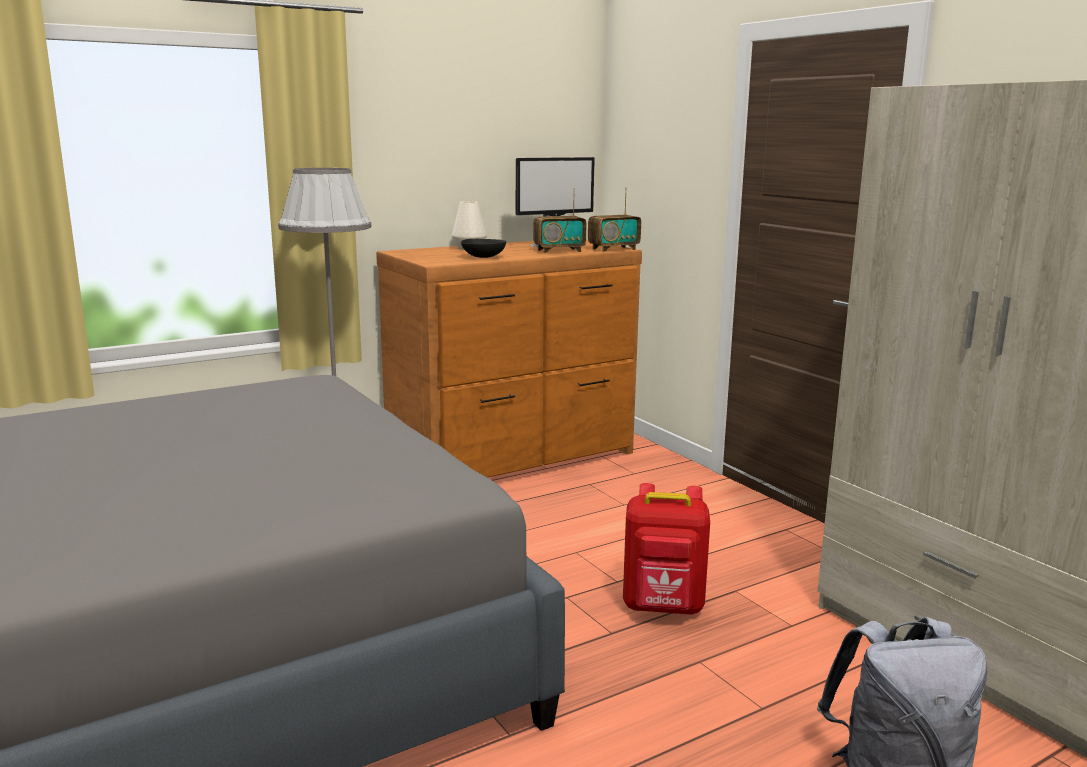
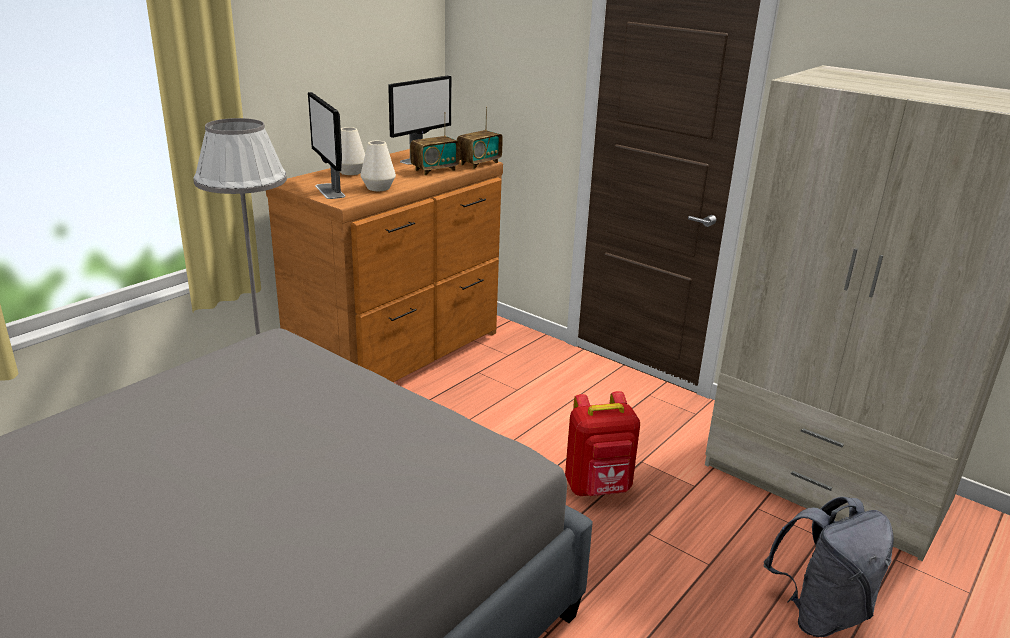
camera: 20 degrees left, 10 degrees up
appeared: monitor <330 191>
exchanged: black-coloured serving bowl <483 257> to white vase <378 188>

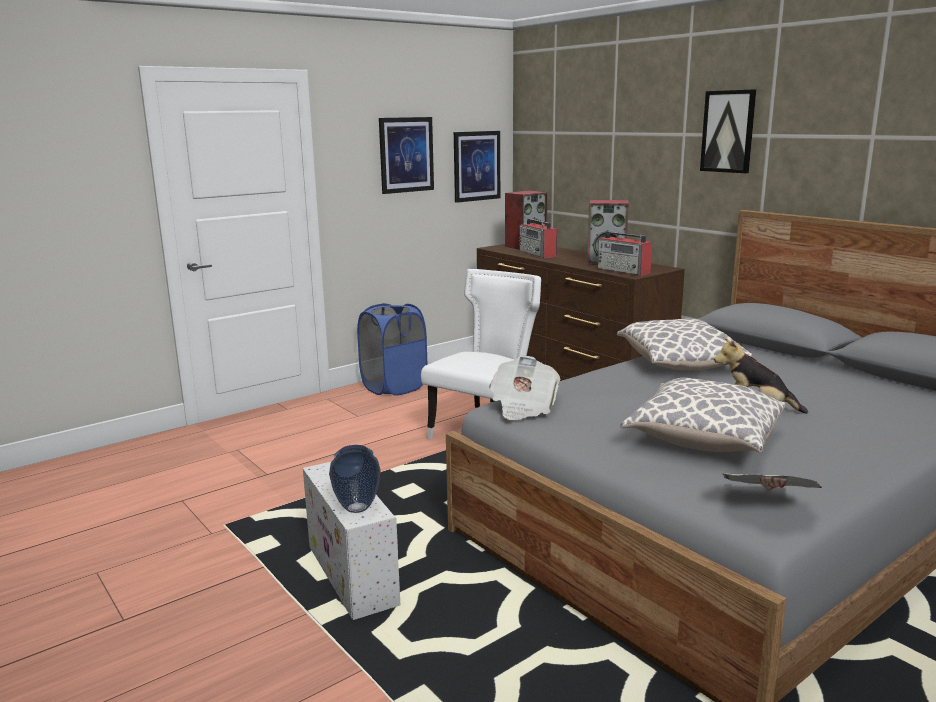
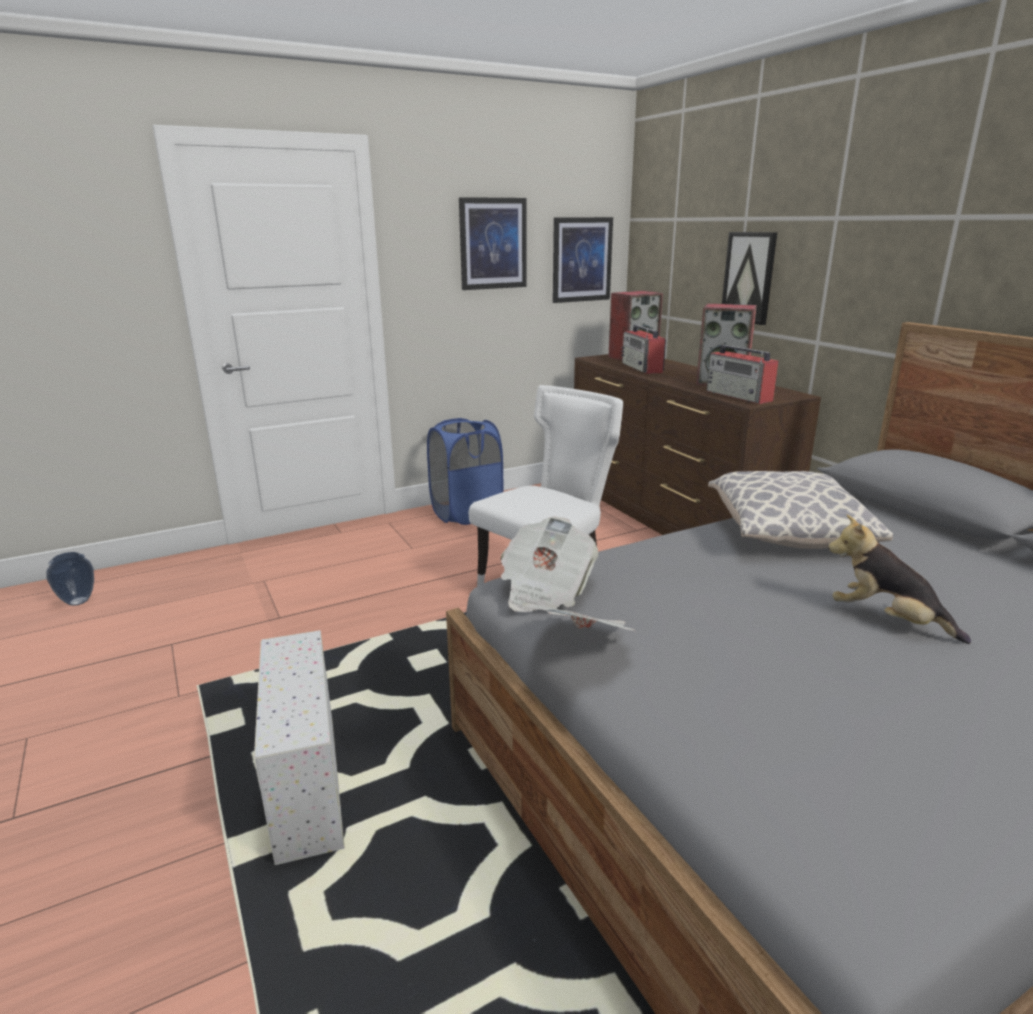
camera: 10 degrees right, 5 degrees up
missing: cushion <703 440>
relocated: wall art <728 131> to <749 277>; vase <358 508> to <79 601>; daily paper <767 504> to <583 644>

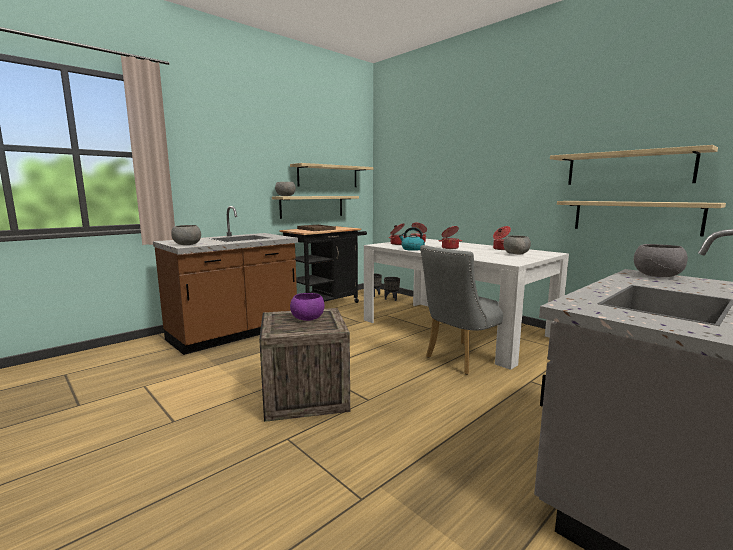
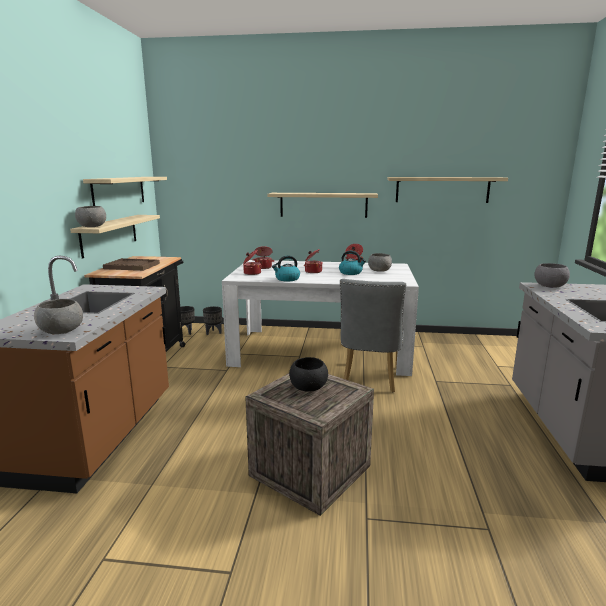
camera: 40 degrees left, 5 degrees up
appeared: kettle <351 273>
relocated: shelf <635 217> to <323 205>
colour: purple serving bowl <307 319> to black-coloured serving bowl <308 388>

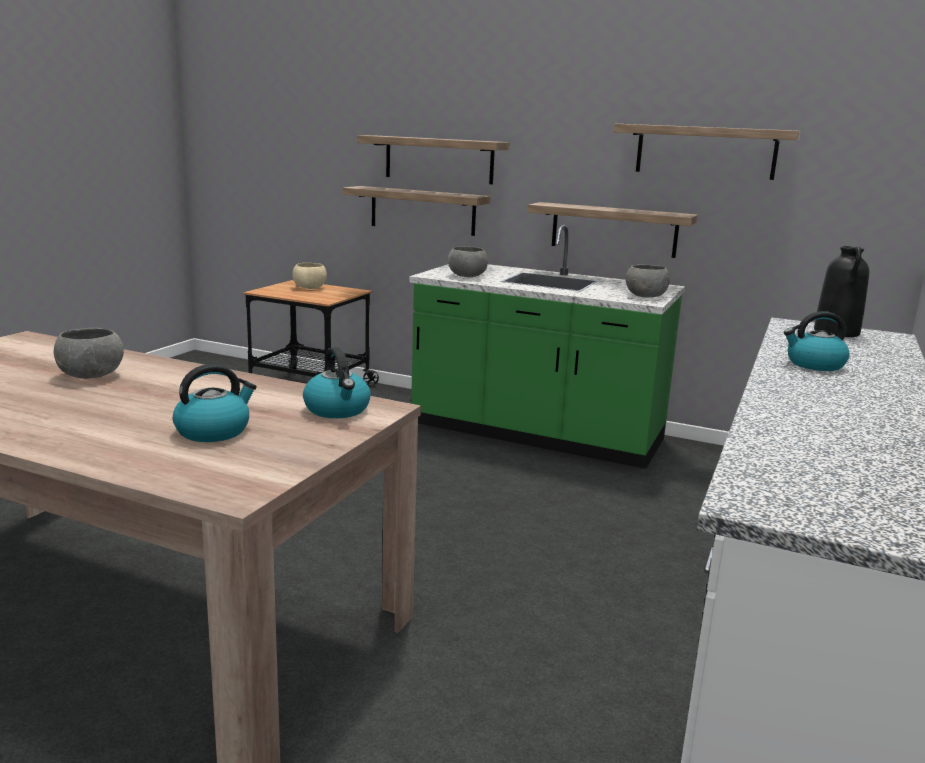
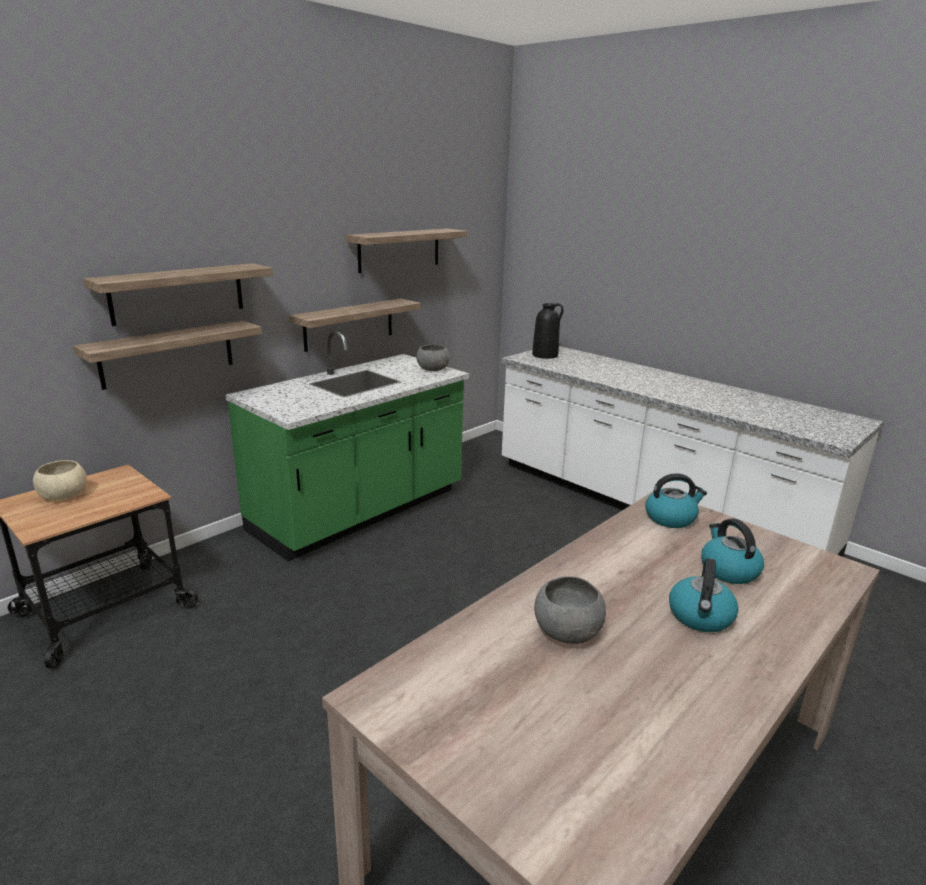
camera: 70 degrees left, 5 degrees up
missing: grey serving bowl <467 276>
relocated: kettle <814 364> to <700 617>

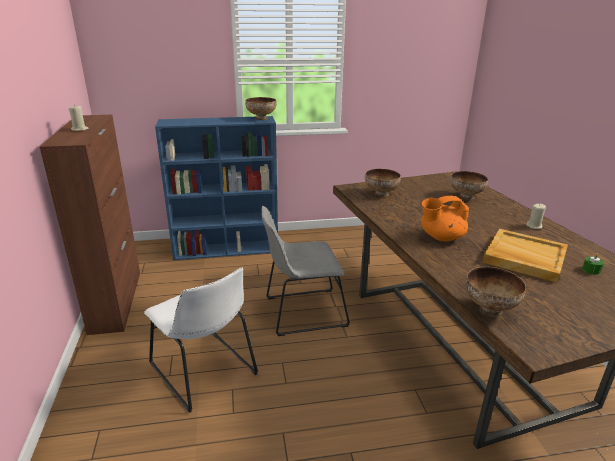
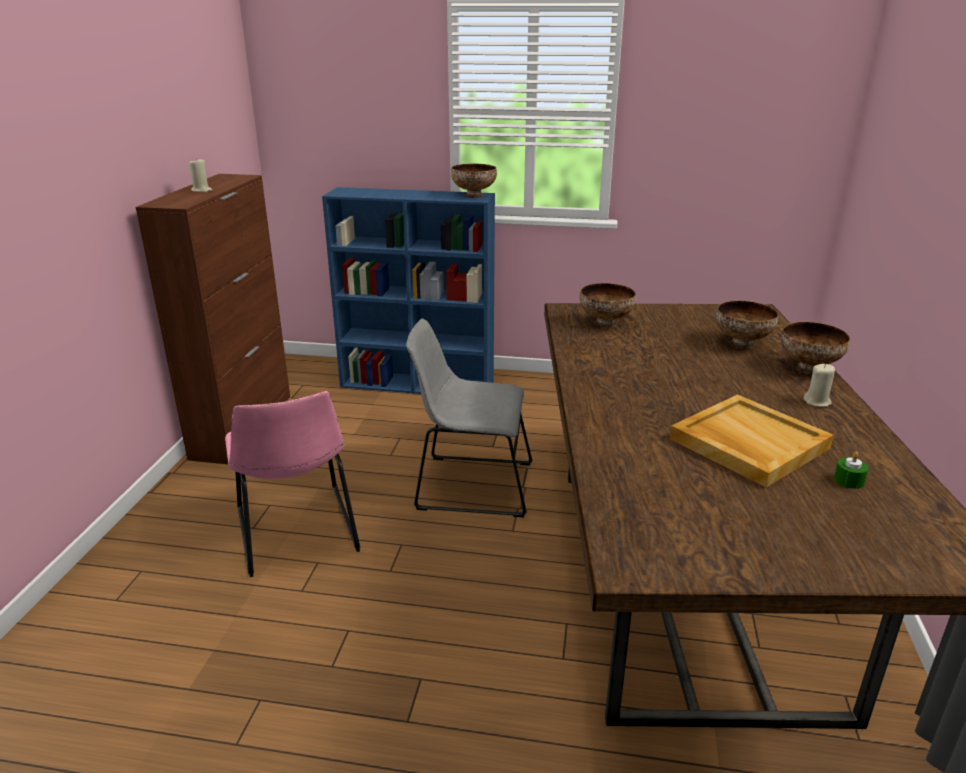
camera: 20 degrees right, 0 degrees up
missing: orange teapot <441 237>
relocated: serving bowl <489 309> to <808 368>
colour: white upright chair <205 372> to pinkish upright chair <297 534>

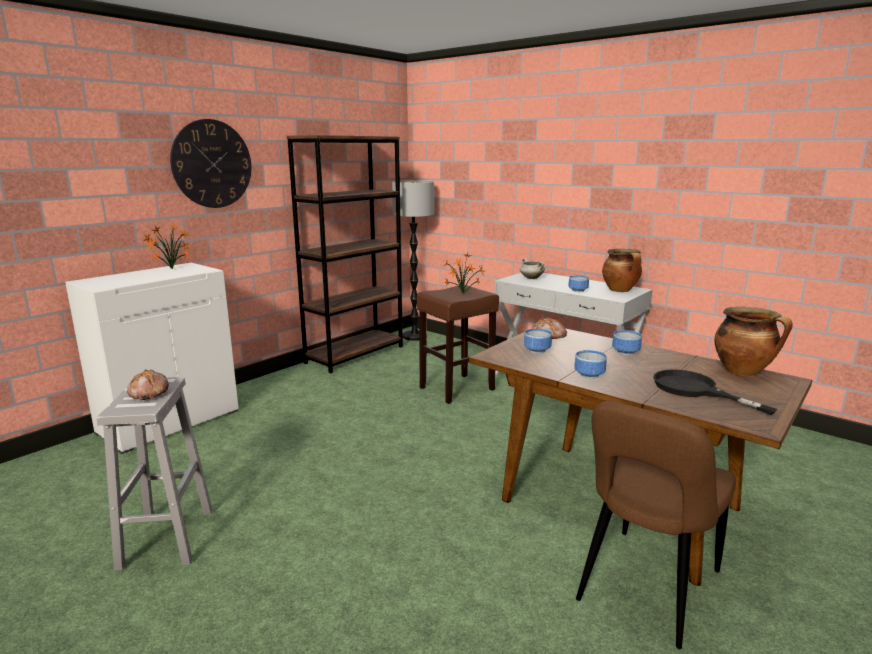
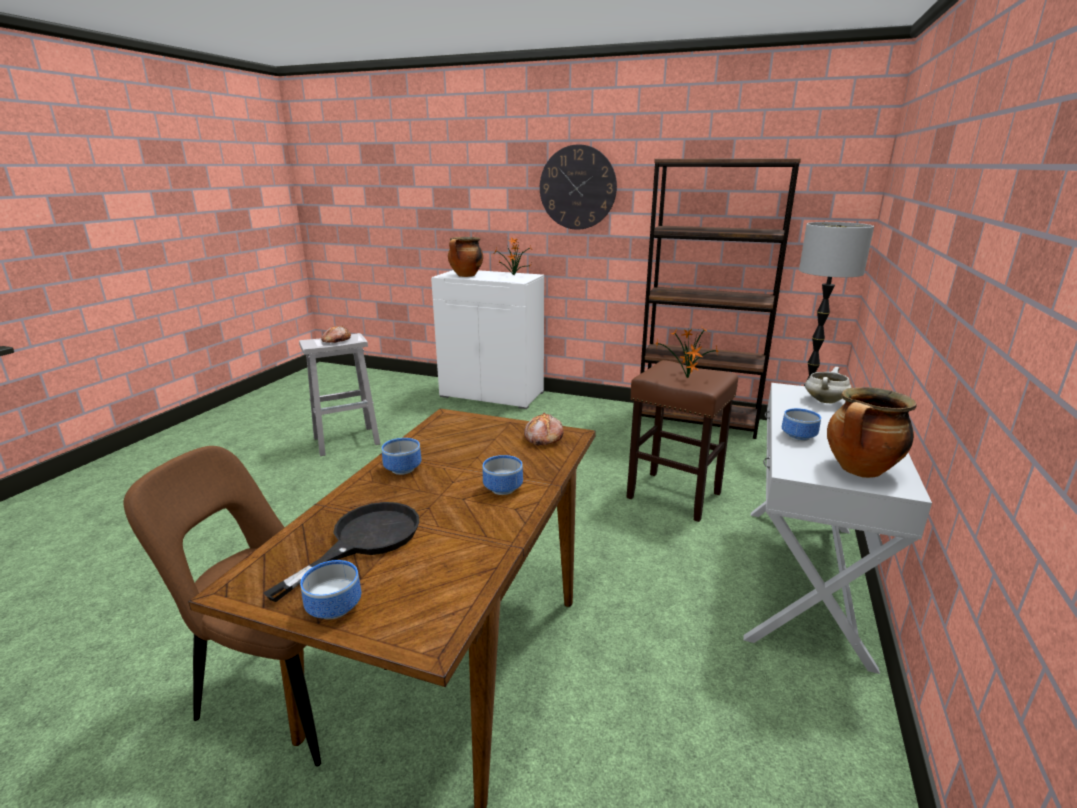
camera: 70 degrees right, 5 degrees up
relocated: stockpot <744 371> to <466 276>; serving bowl <536 351> to <332 607>

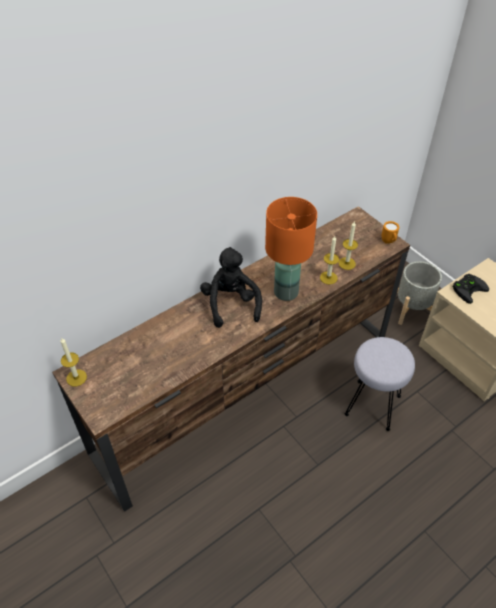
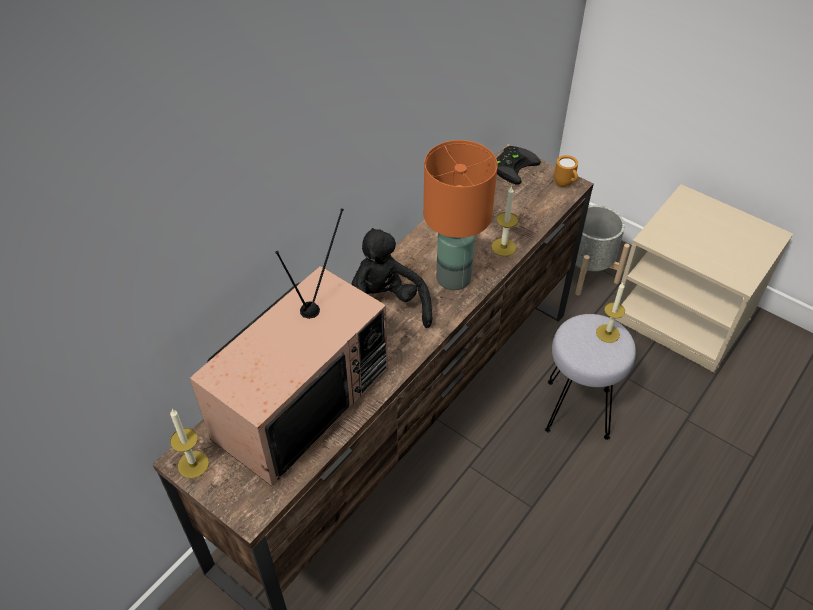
camera: 15 degrees left, 0 degrees up
appeared: TV set <300 399>
relocated: candle <347 263> to <607 333>; black-coloured gamepad <468 288> to <513 165>

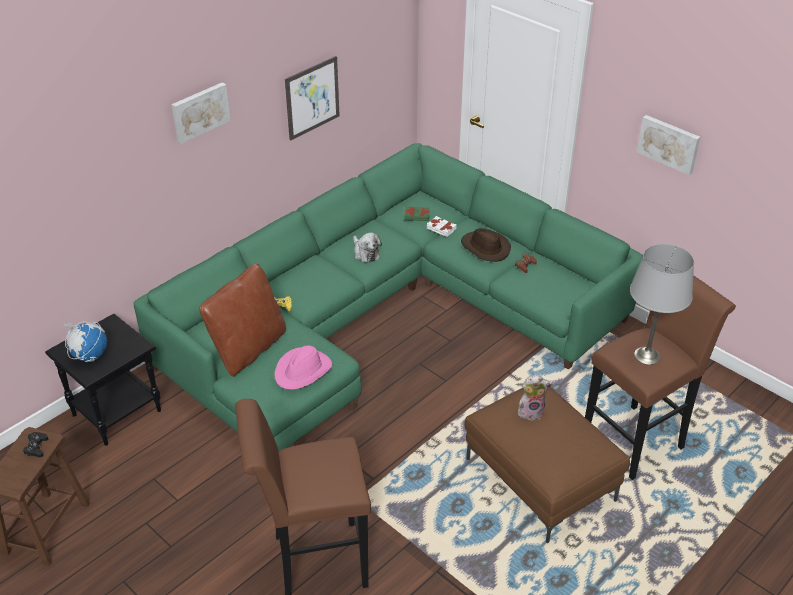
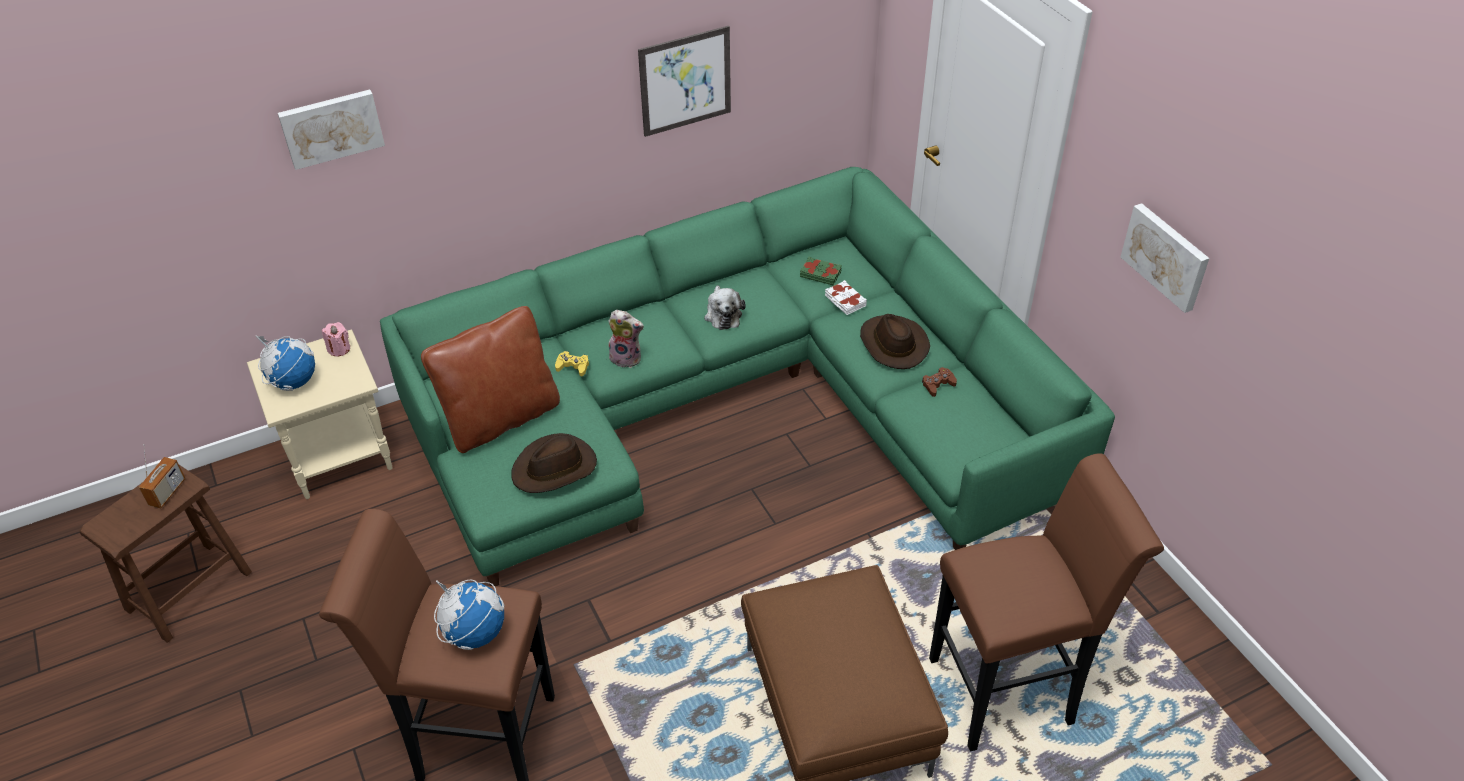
camera: 20 degrees right, 5 degrees up
missing: grey tabletop lamp <647 355>
appeared: pinkish candle <339 349>; world globe <474 633>
relocated: wall art <199 111> to <331 127>; plush toy <531 411> to <627 358>
exchanged: black-coloured gamepad <36 447> to radio <167 492>
colour: black-coloured side table <117 412> to sand-coloured side table <340 456>; pinkish hat <303 371> to brownish hat <555 468>

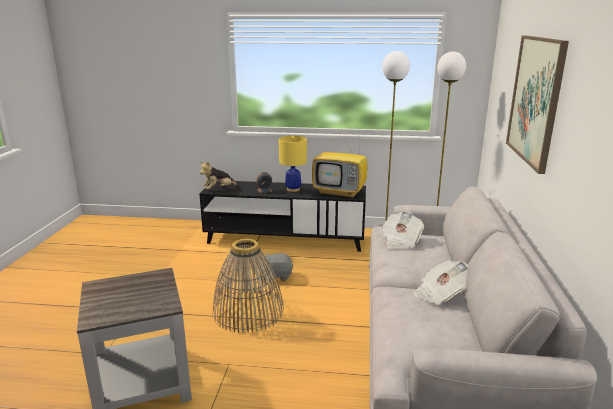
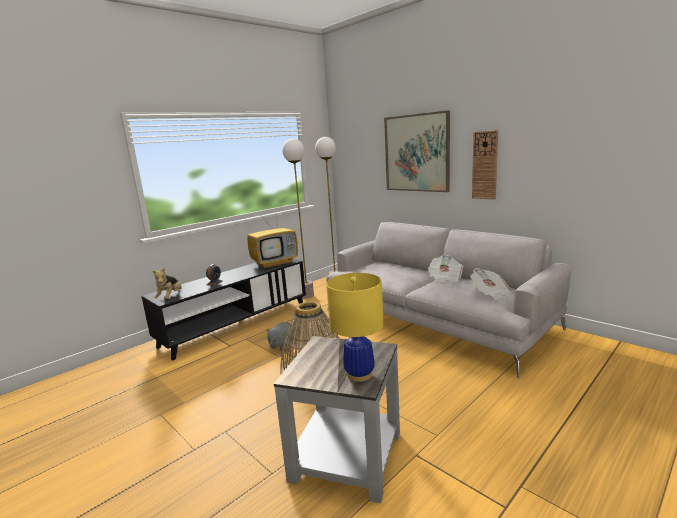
camera: 50 degrees left, 5 degrees down
appeared: wall clock <485 165>
relocated: yellow tabletop lamp <293 189> to <359 374>; daily paper <400 241> to <491 295>

